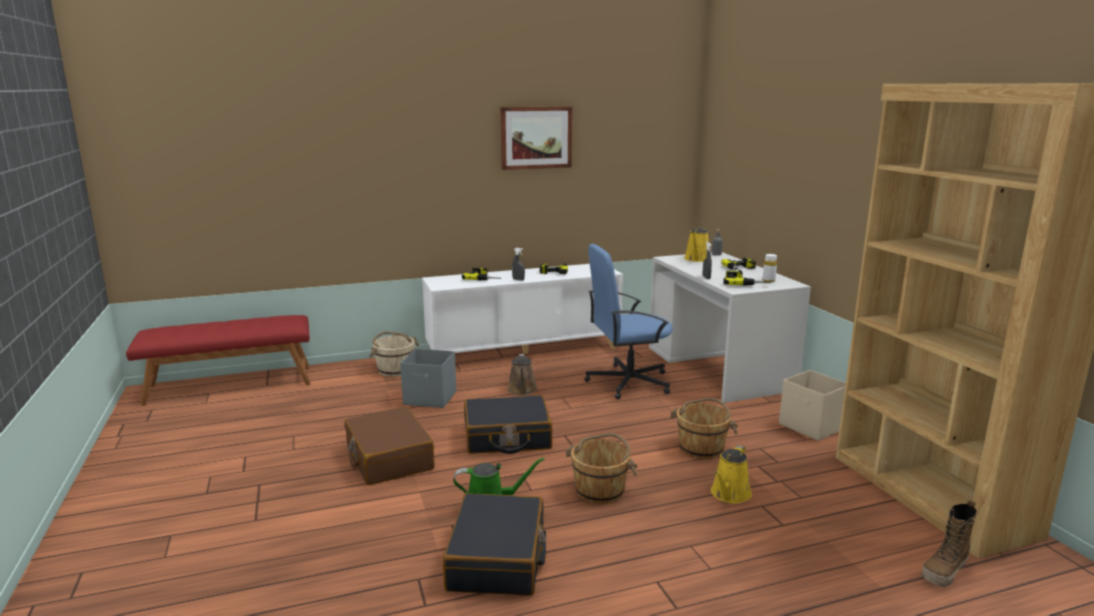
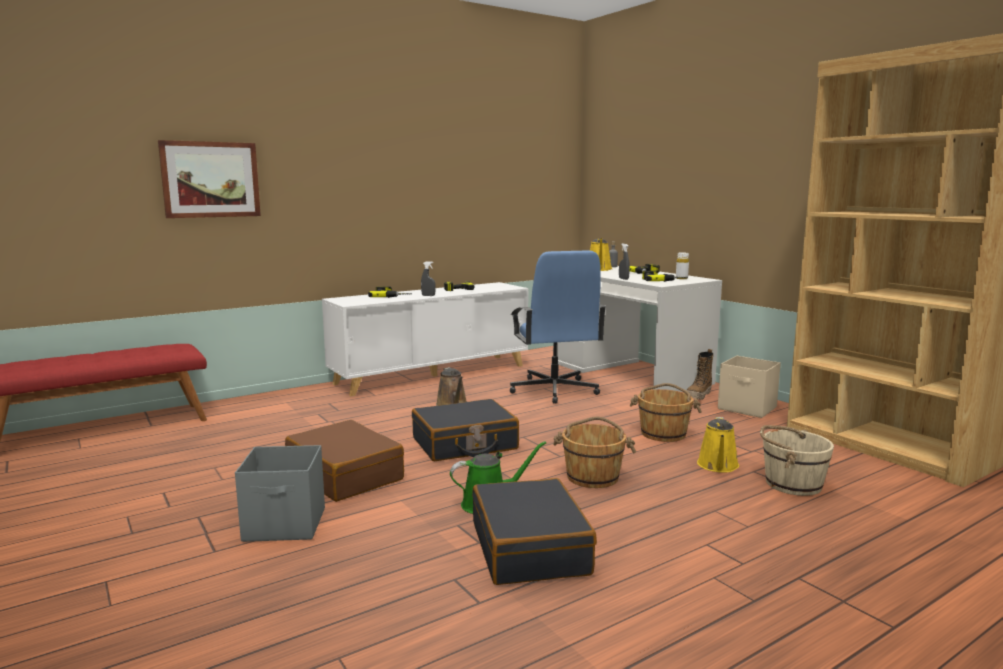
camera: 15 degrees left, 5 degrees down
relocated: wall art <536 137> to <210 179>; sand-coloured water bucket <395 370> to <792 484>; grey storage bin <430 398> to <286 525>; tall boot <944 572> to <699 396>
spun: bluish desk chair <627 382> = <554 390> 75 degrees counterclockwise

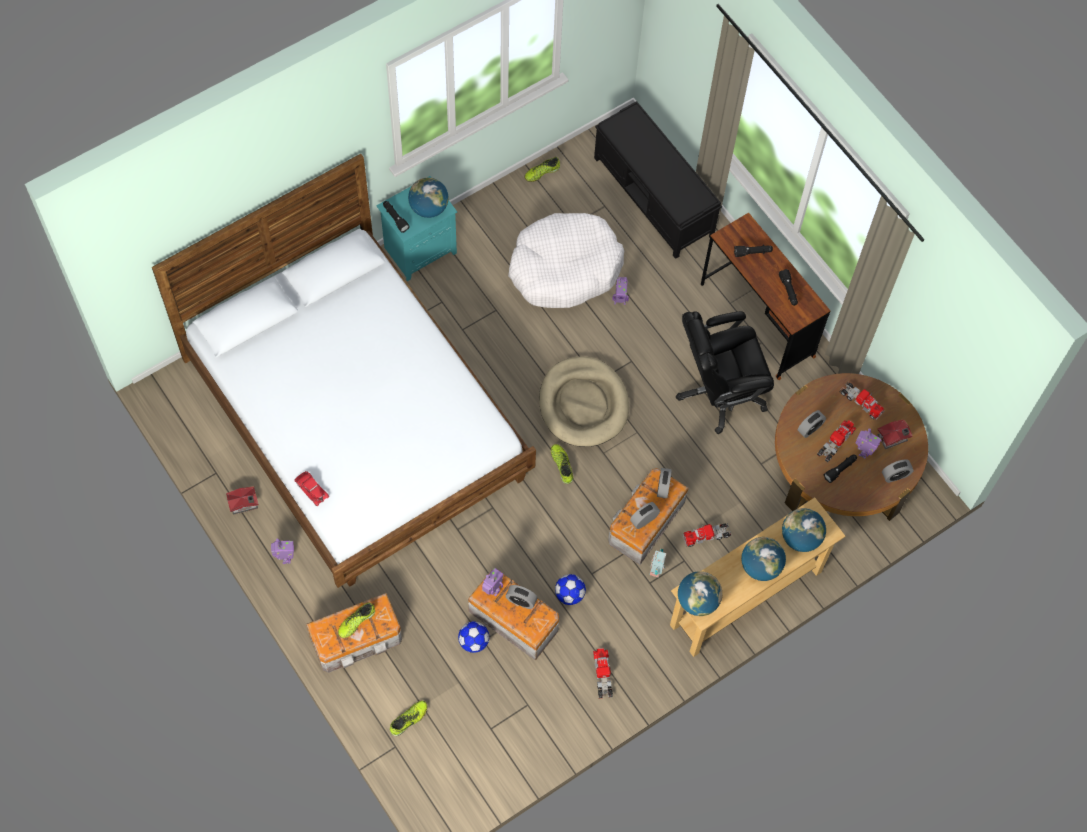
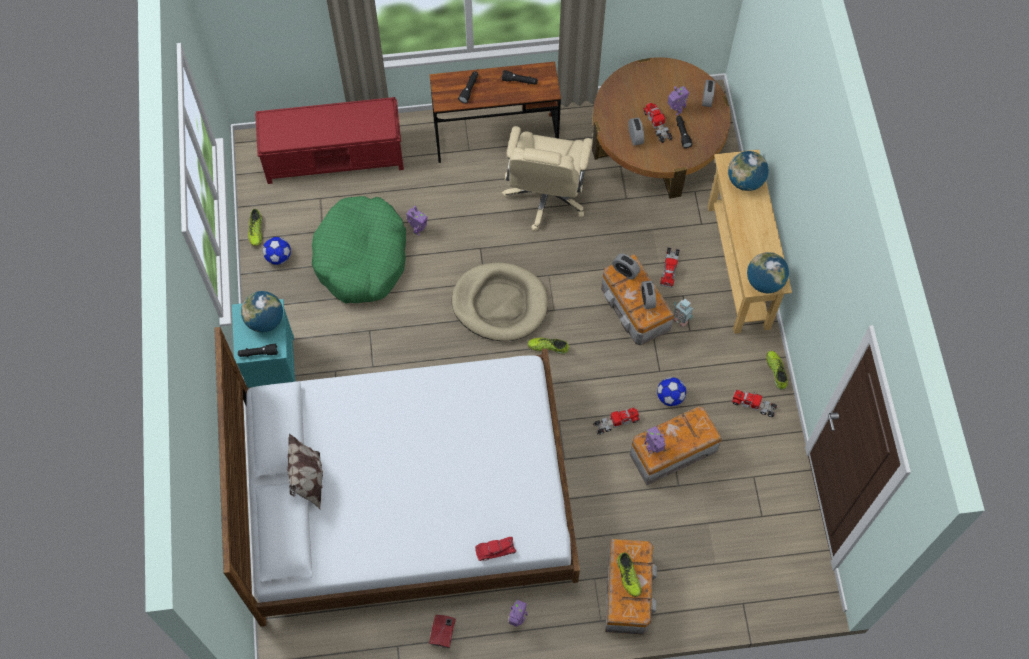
camera: 60 degrees left, 0 degrees up
missing: toy house <893 438>; world globe <760 566>; bedside clock <521 600>
appeared: cushion <309 482>
relocated: model truck <861 402> to <616 422>; ball for football <473 642> to <278 257>; item of footwear <409 719> to <776 371>
colour: black-coloured long seat <654 197> to reddish long seat <335 157>; white dog cushion <564 268> to green dog cushion <361 257>; black-coloured desk chair <719 392> to sand-coloured desk chair <546 197>

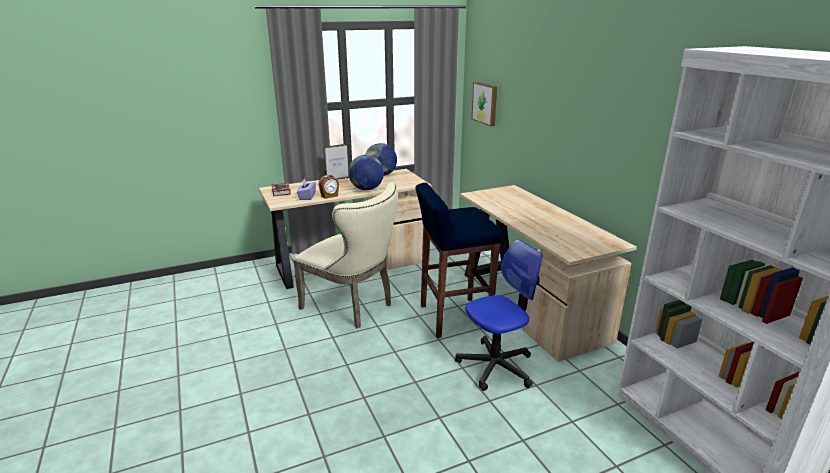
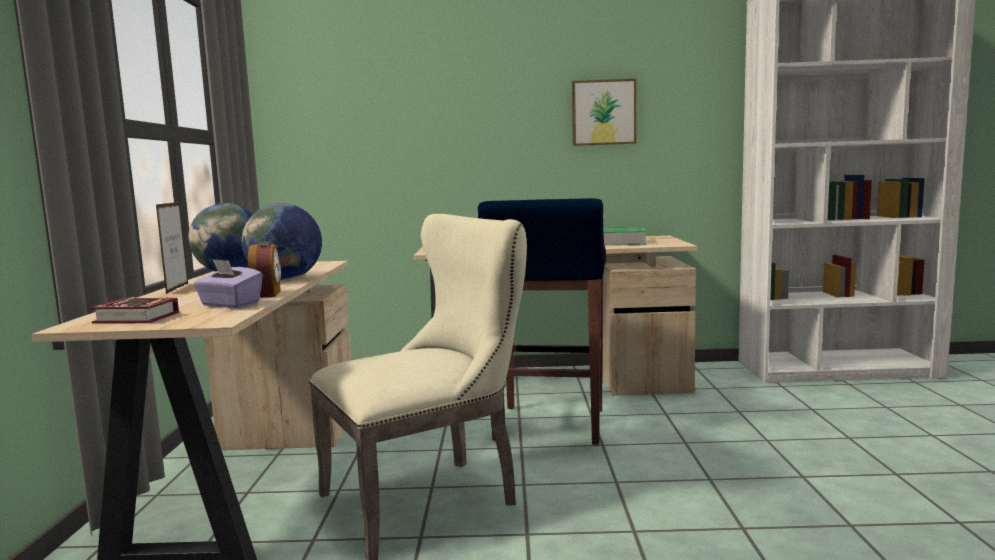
camera: 65 degrees left, 15 degrees down
missing: desk chair <496 366>
appeared: bound book <620 242>
relocated: wall art <485 103> to <603 112>

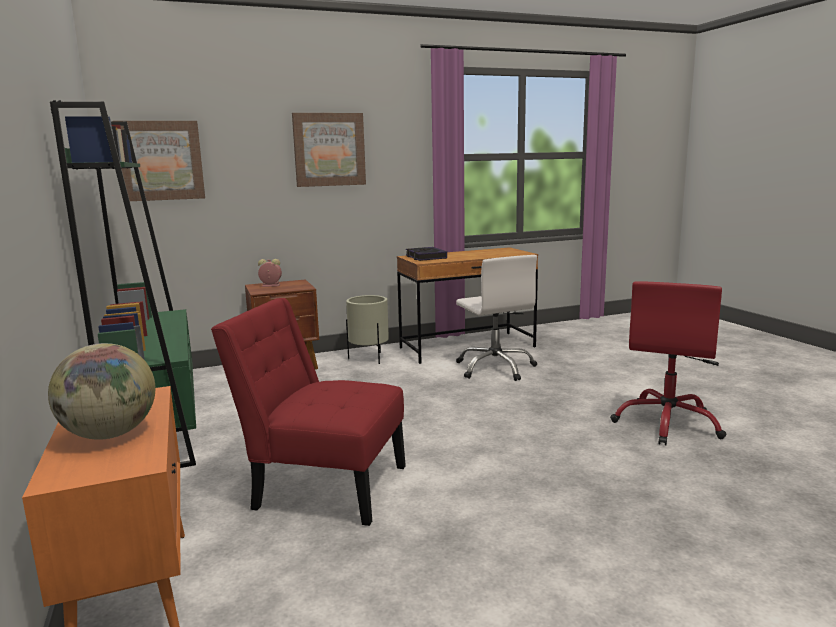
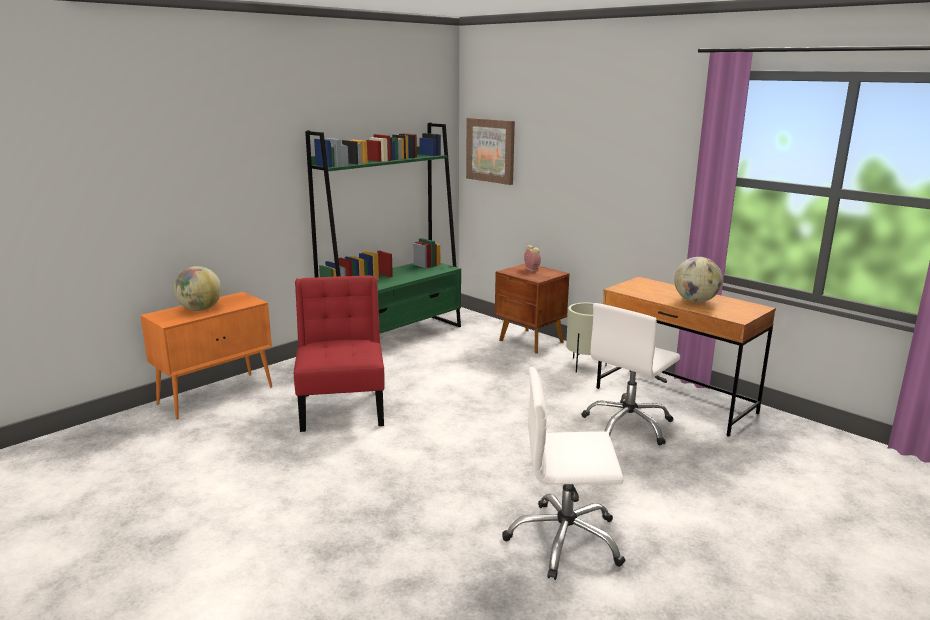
camera: 65 degrees right, 5 degrees up
missing: wall art <329 149>; bound book <425 257>
appeared: world globe <695 301>
colour: reddish desk chair <667 423> to white desk chair <564 540>

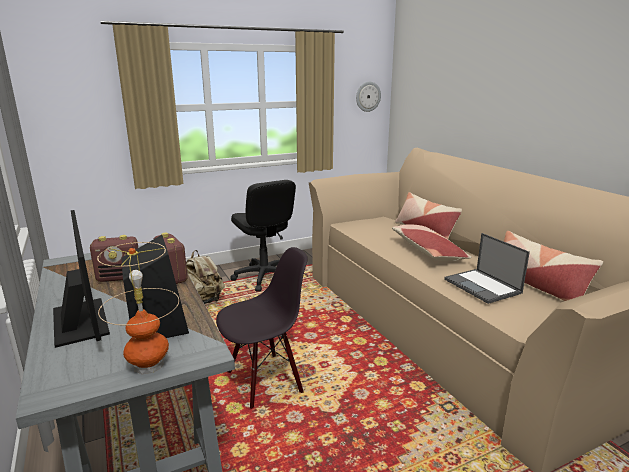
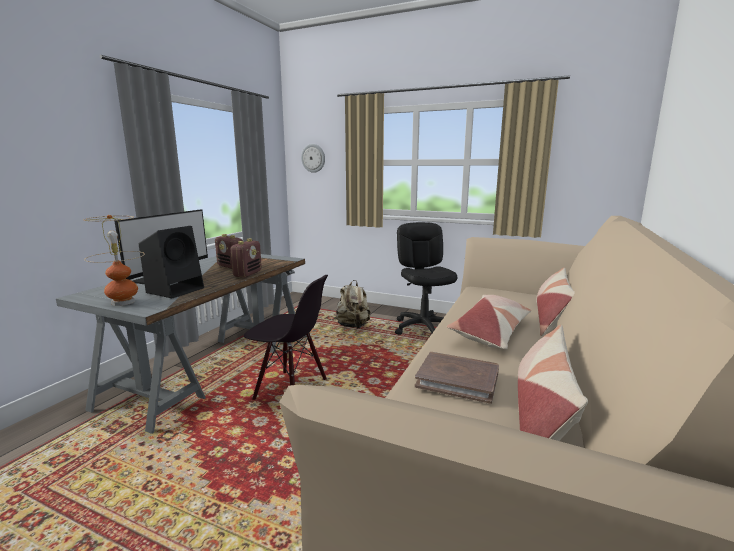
camera: 50 degrees right, 5 degrees down
relocated: wall clock <368 96> to <313 158>
exchanged: portable computer <483 286> to brownish bound book <457 380>
spun: black-coloured desk chair <264 277> = <424 328> 150 degrees clockwise

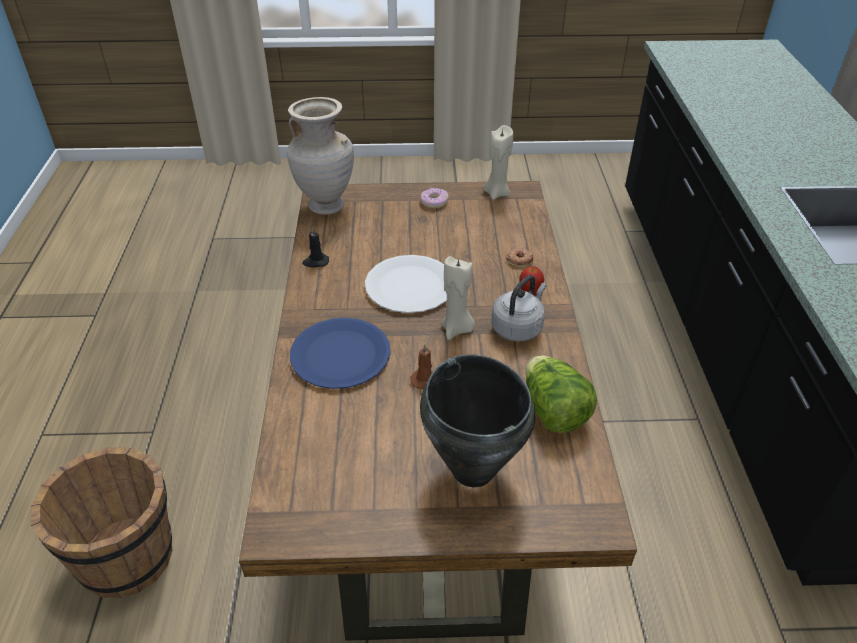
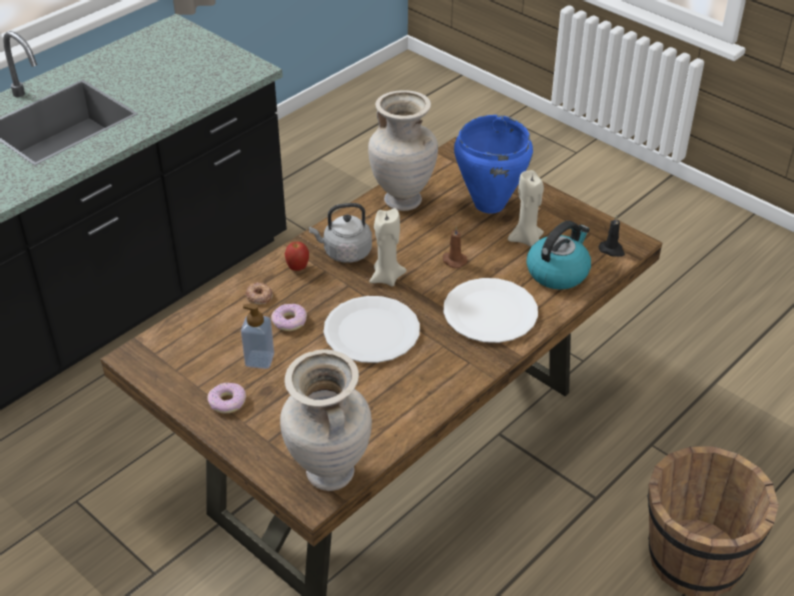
camera: 135 degrees left, 0 degrees up
appeared: kettle <558 272>; soap dispenser <259 360>; ring doughnut <290 322>
relocated: sand-coloured candle <496 193> to <526 240>; black-coloured candle <315 262> to <612 250>
exchanged: head of lettuce <553 411> to sand-coloured vase <403 200>
colour: bluish flat dish <341 355> to white flat dish <490 312>; black-coloured stockpot <473 469> to bluish stockpot <489 204>

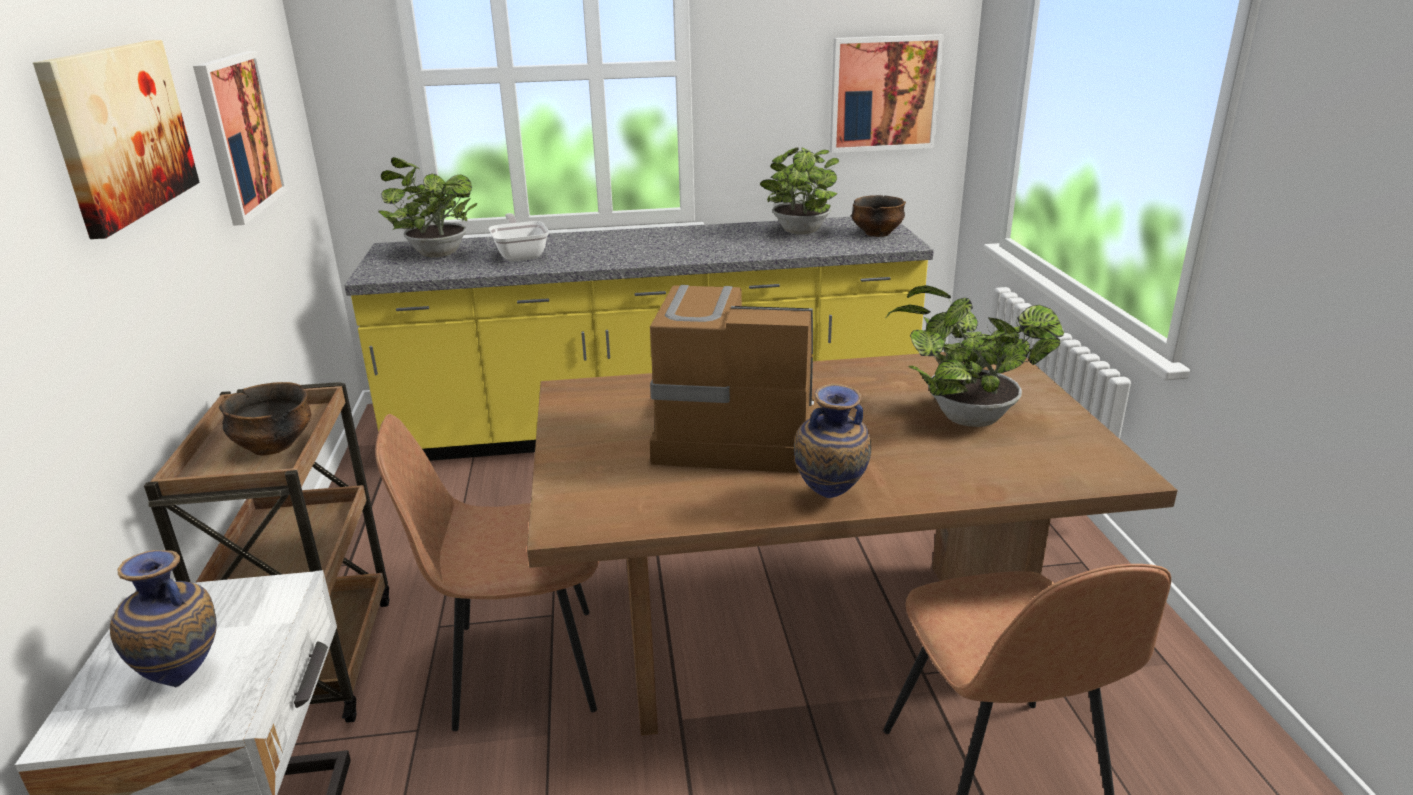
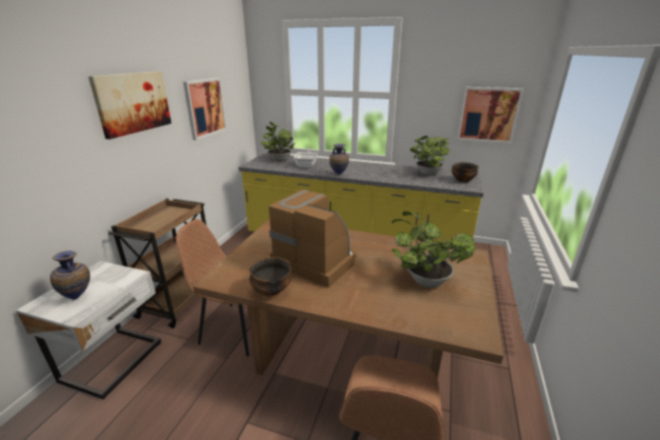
camera: 25 degrees right, 0 degrees up
relocated: serving bowl <274 446> to <271 290>; vase <829 500> to <338 174>

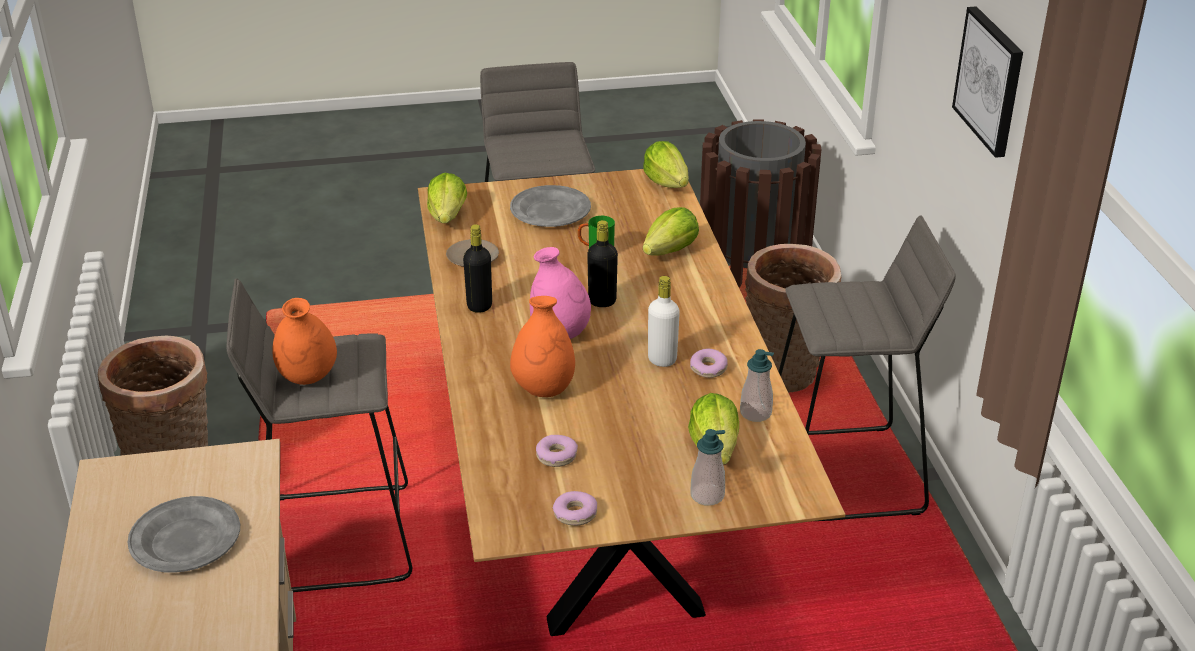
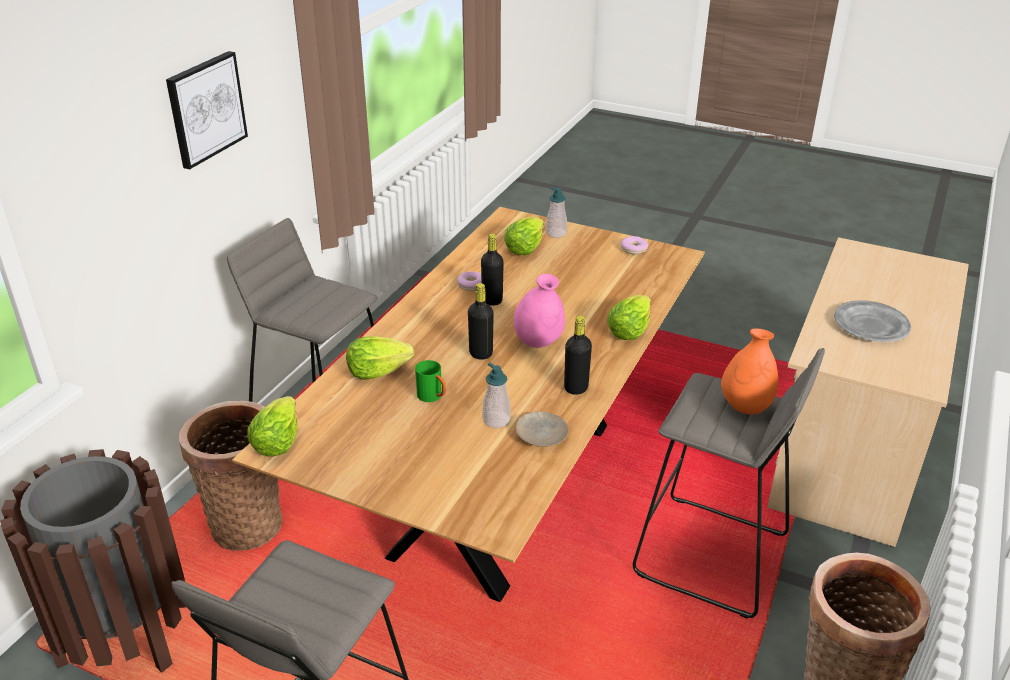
camera: 145 degrees left, 0 degrees up
missing: grey flat dish <550 211>; orange vase <543 389>; ring doughnut <557 456>
relocated: head of lettuce <447 216> to <629 331>; soap dispenser <755 413> to <496 420>
colour: white bottle <662 360> to black-coloured bottle <492 300>

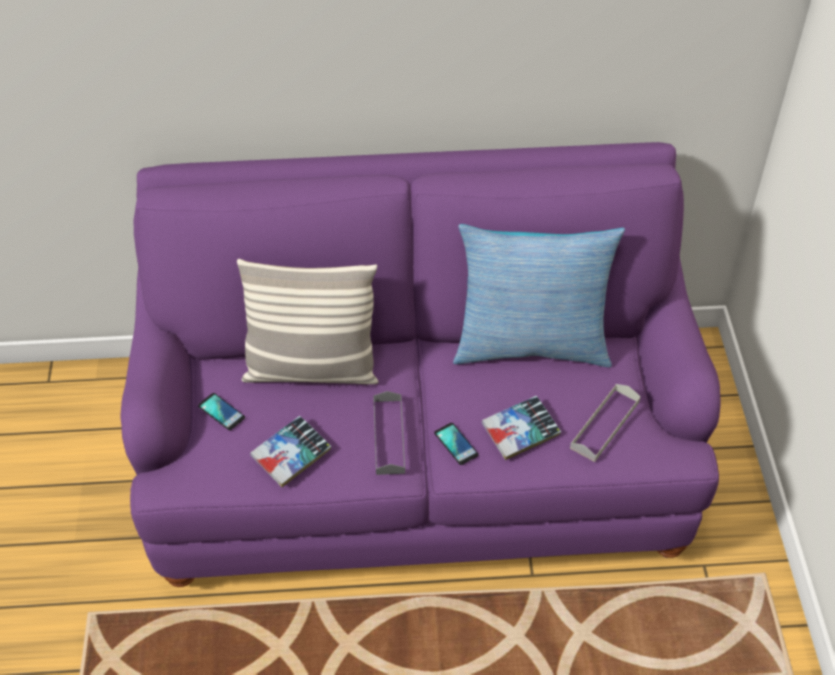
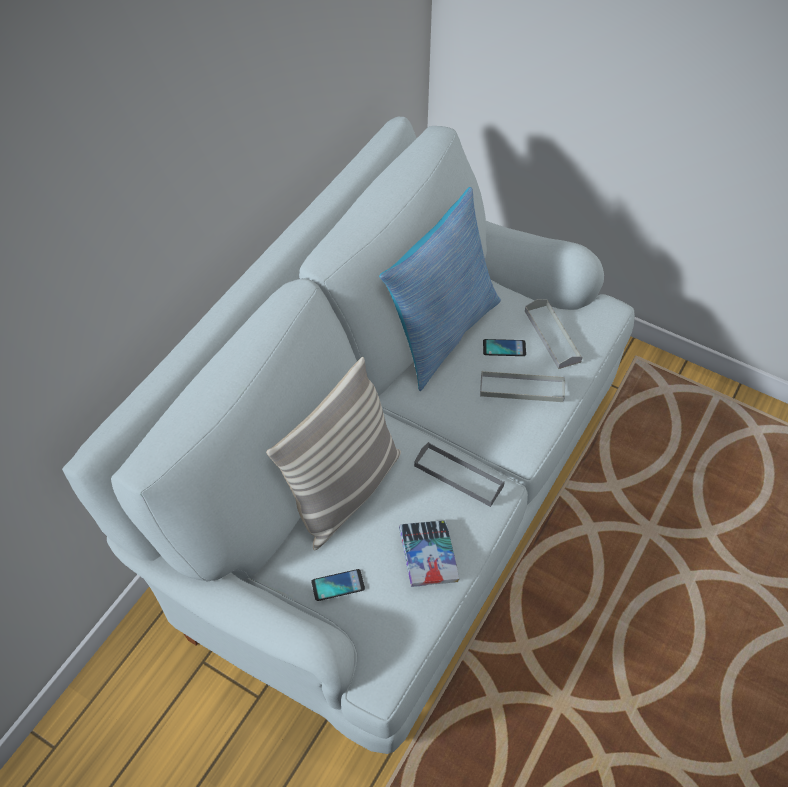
camera: 55 degrees left, 5 degrees up
relocated: phone <456 444> to <504 348>
exchanged: bound book <520 432> to grey tray <521 388>
colour: purple couch <417 461> to white couch <392 497>

